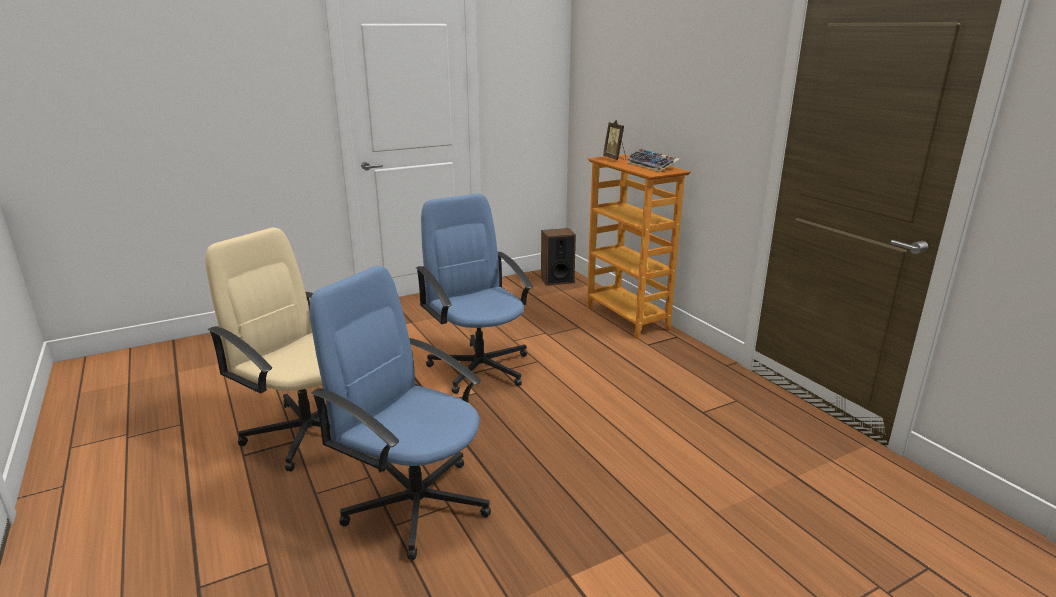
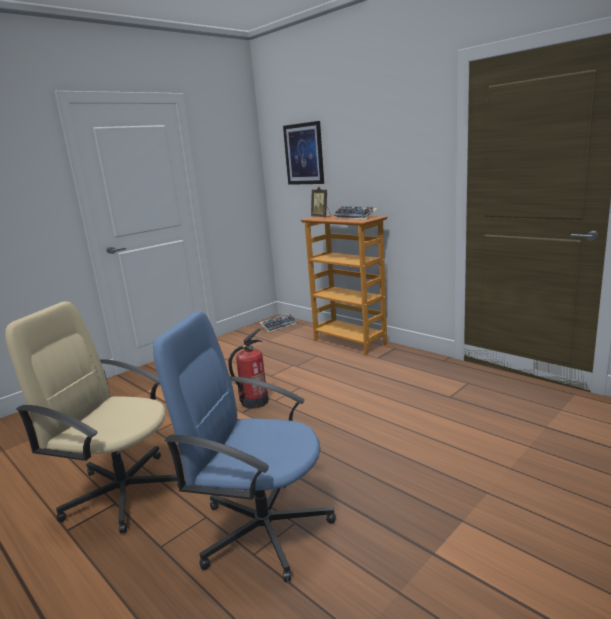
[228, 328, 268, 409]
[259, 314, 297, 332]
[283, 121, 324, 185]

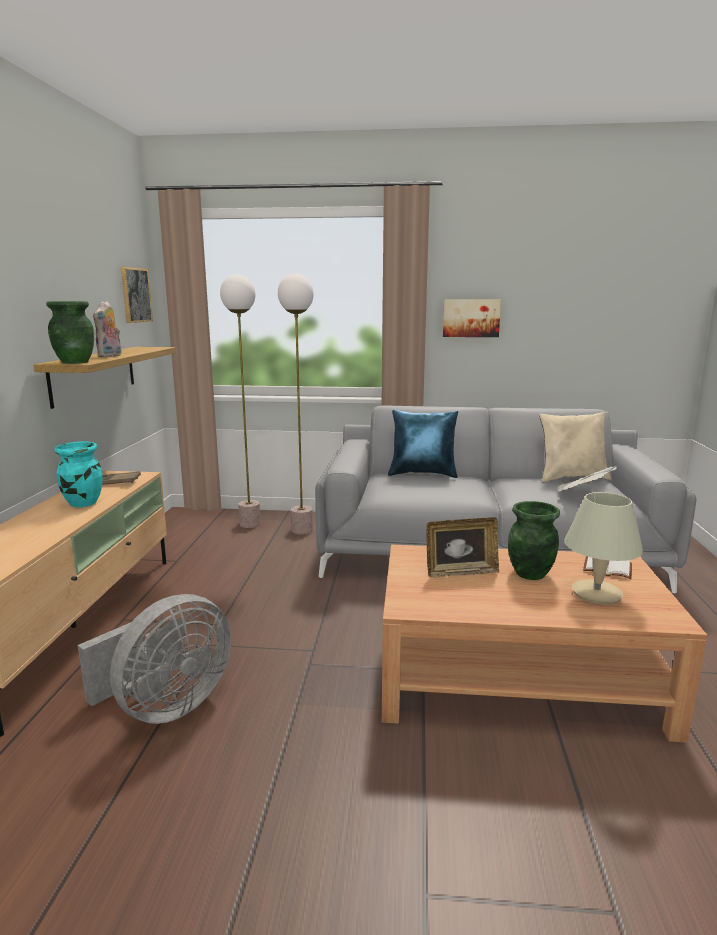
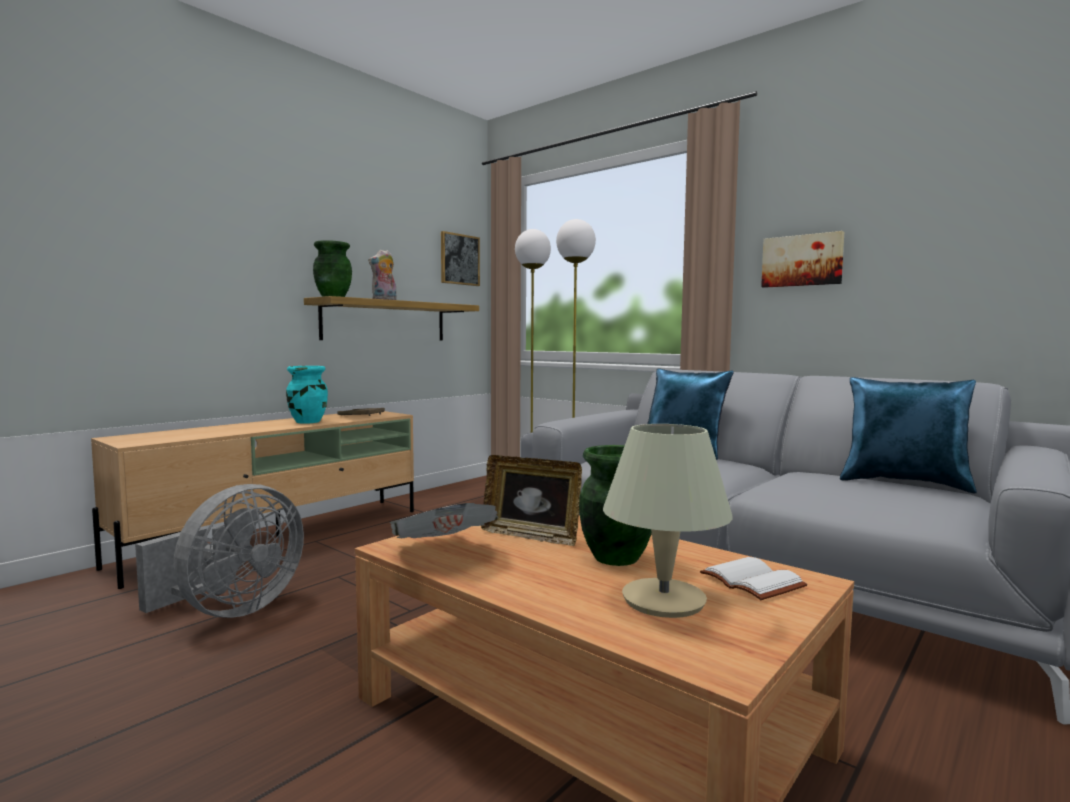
[135, 484, 304, 618]
[390, 503, 499, 538]
[840, 377, 977, 493]

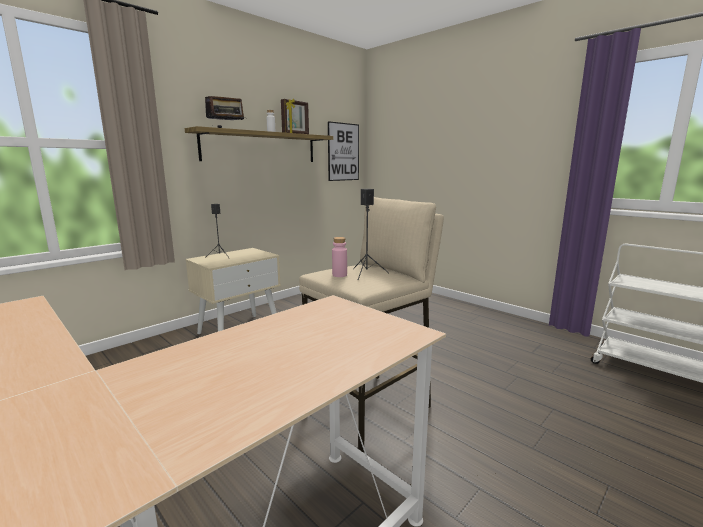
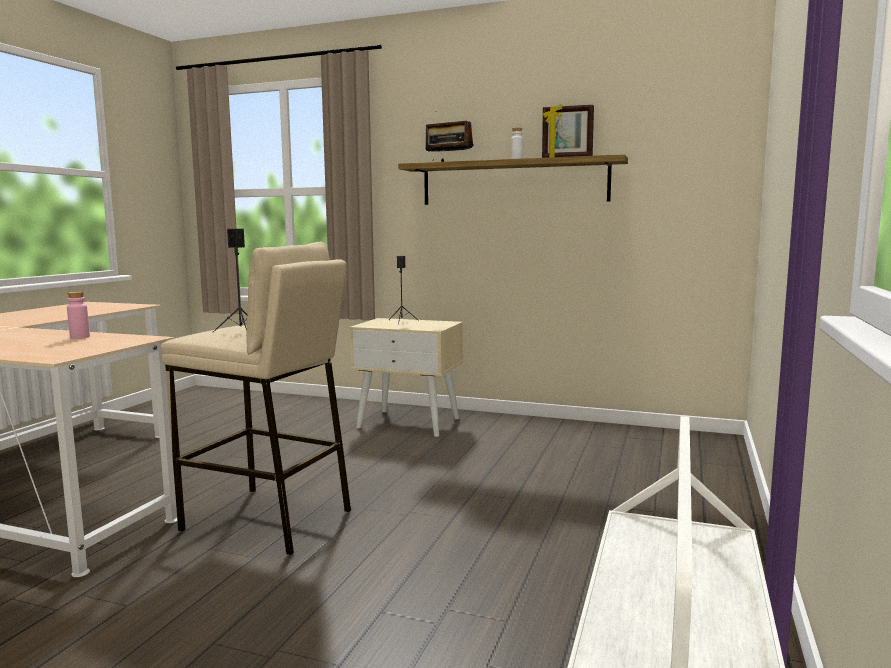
[67, 292, 90, 339]
[328, 121, 359, 181] (first image)

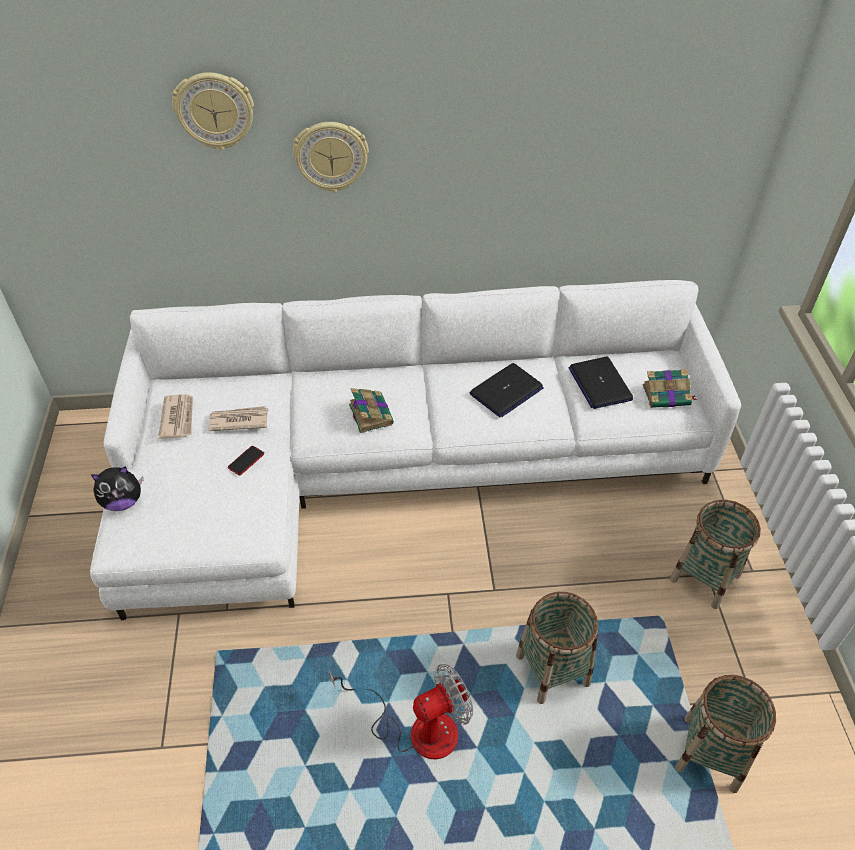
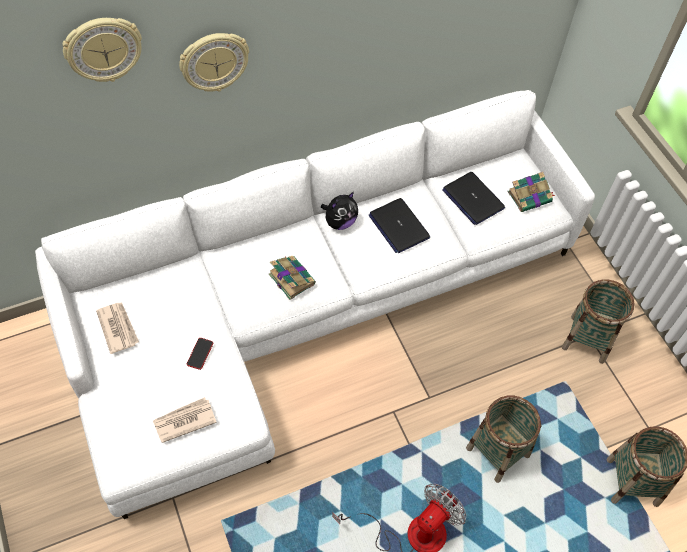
[153, 397, 217, 443]
[321, 192, 358, 230]
[369, 198, 430, 253]

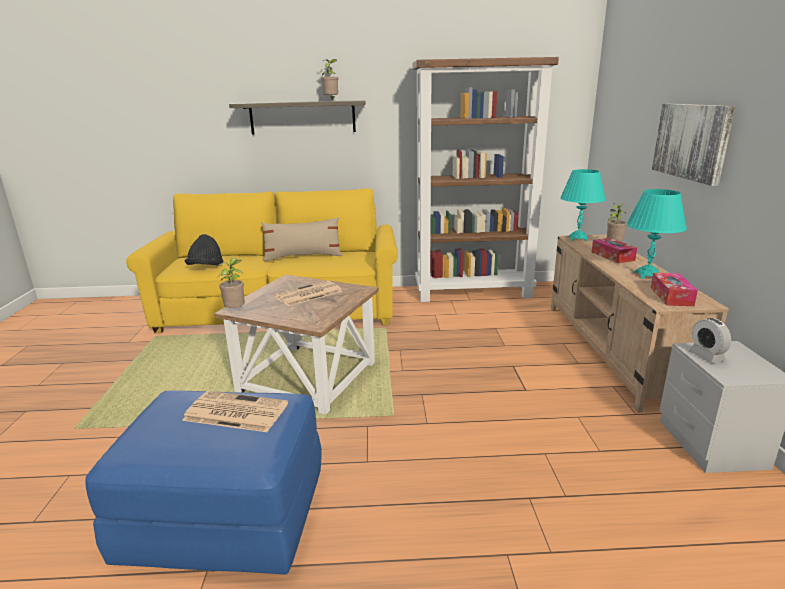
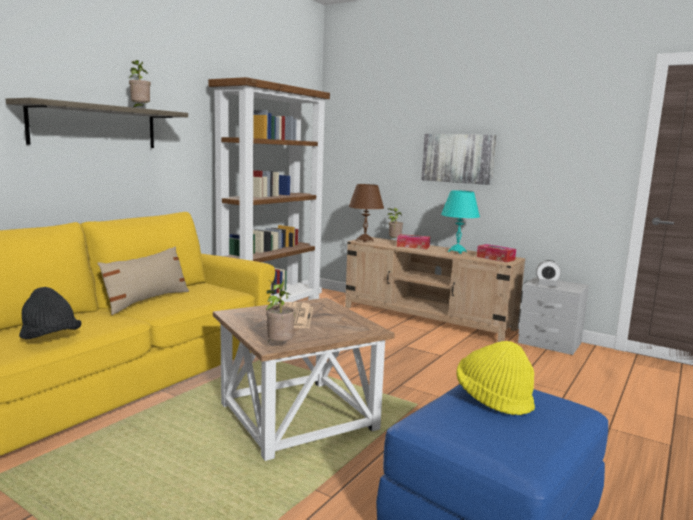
[349, 184, 384, 243]
[456, 341, 535, 415]

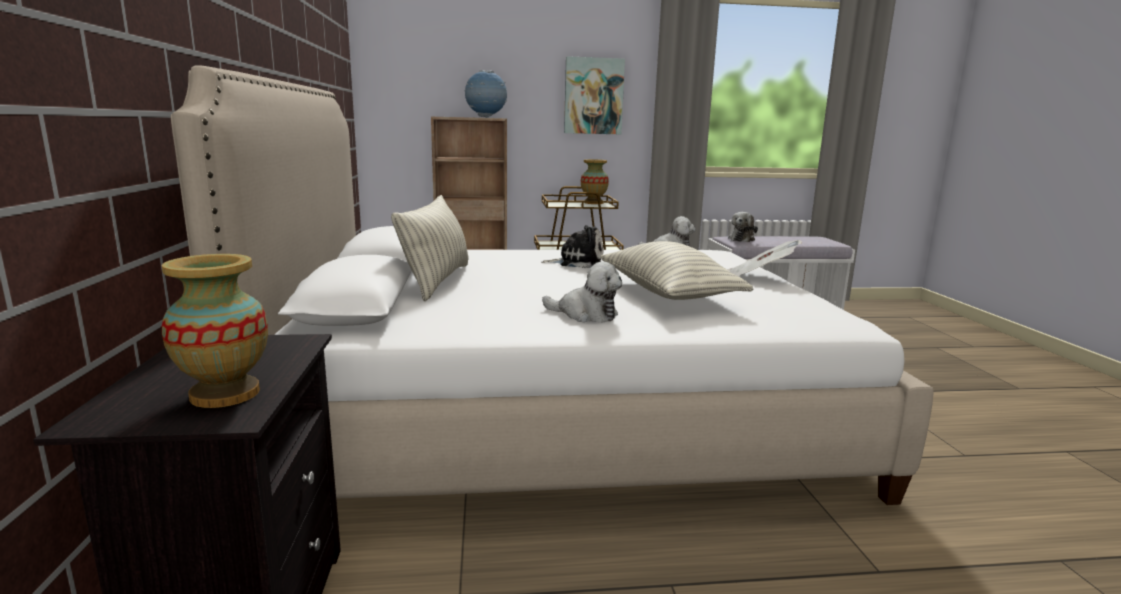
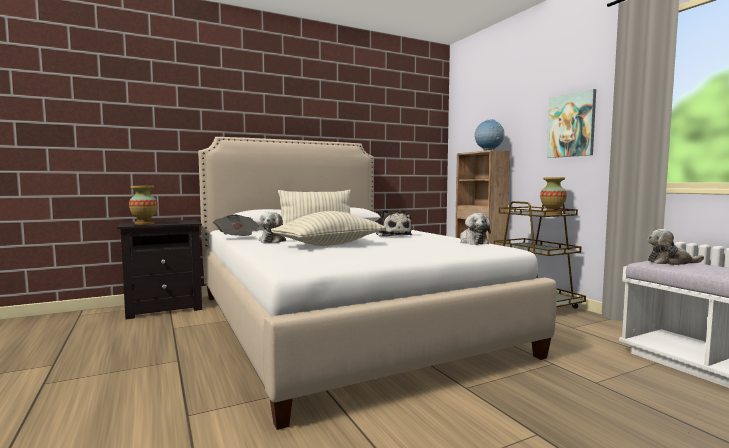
[213, 215, 259, 236]

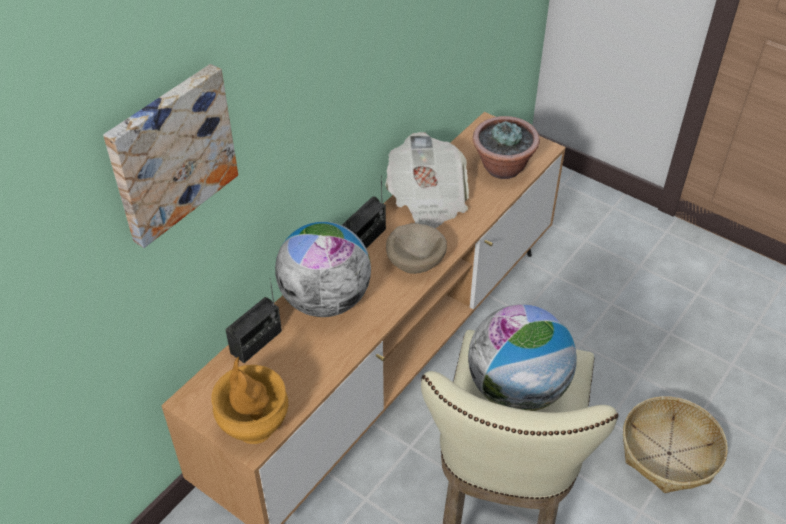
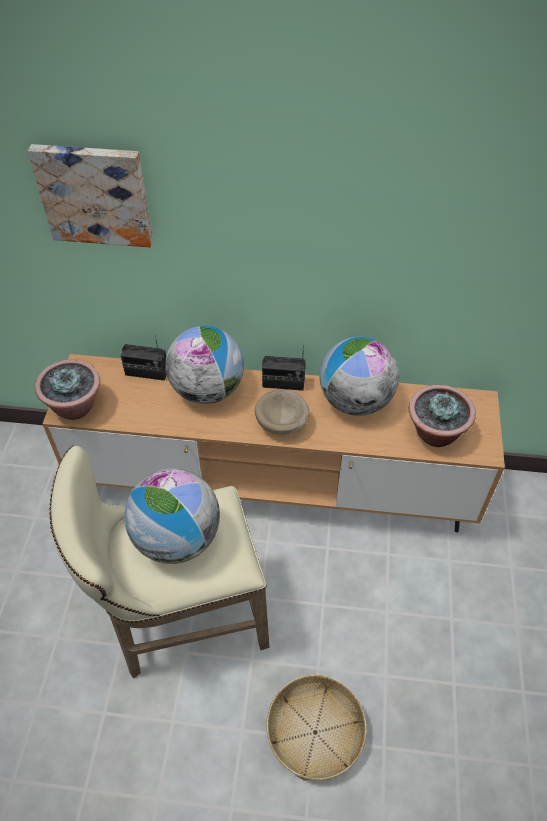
[35, 359, 100, 420]
[320, 337, 399, 416]

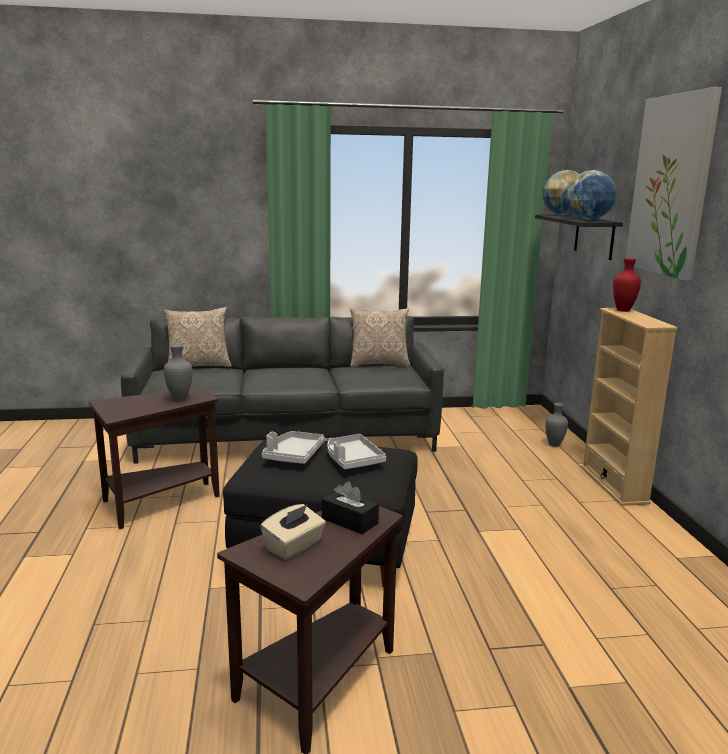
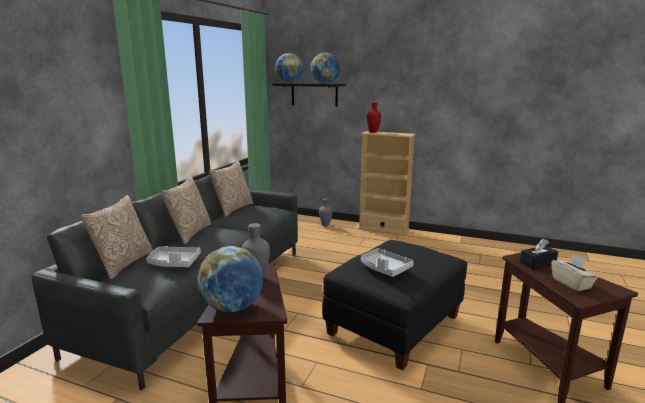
[146, 246, 201, 267]
[161, 176, 211, 245]
[197, 246, 263, 312]
[626, 87, 722, 280] (first image)

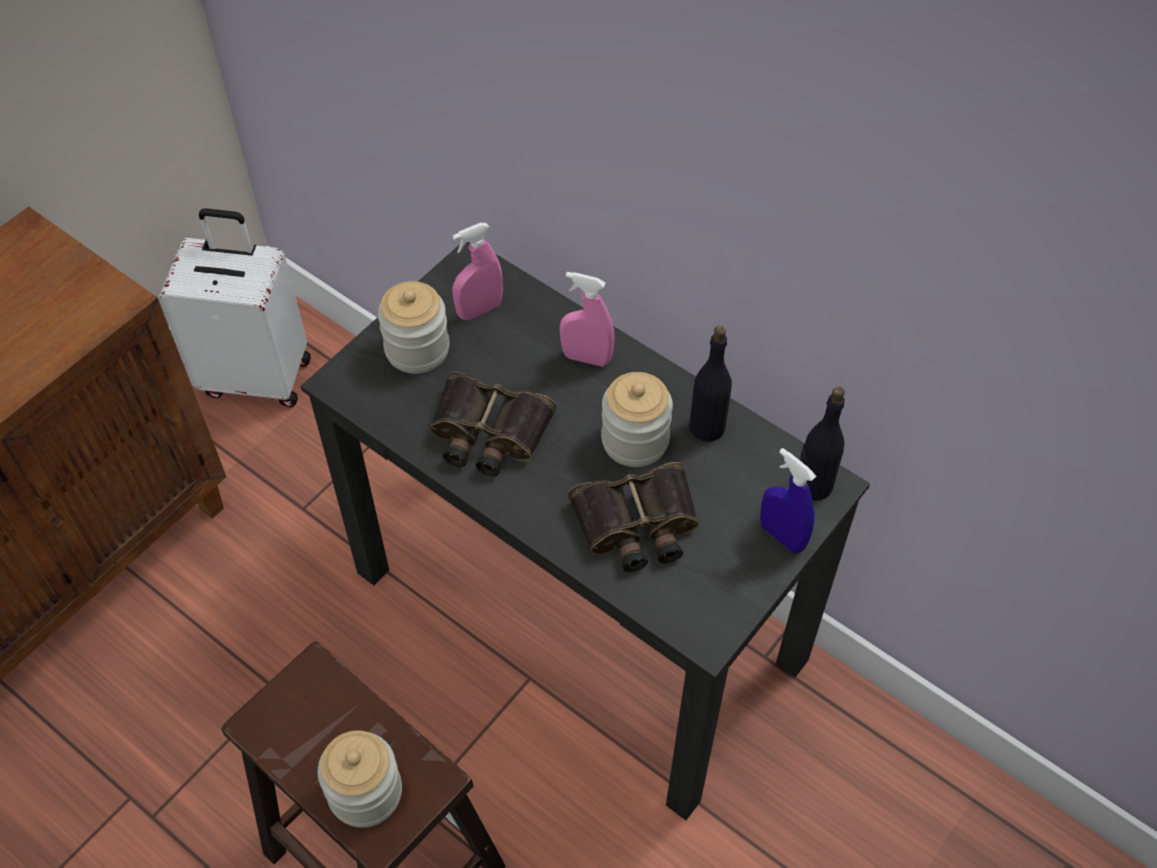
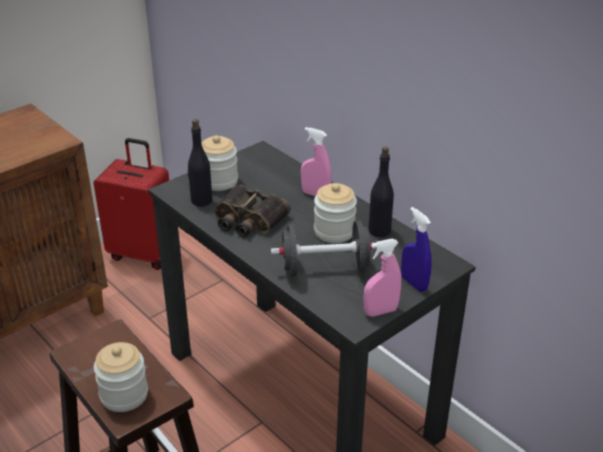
[93, 138, 169, 270]
[188, 119, 212, 207]
[271, 221, 377, 276]
[363, 239, 401, 317]

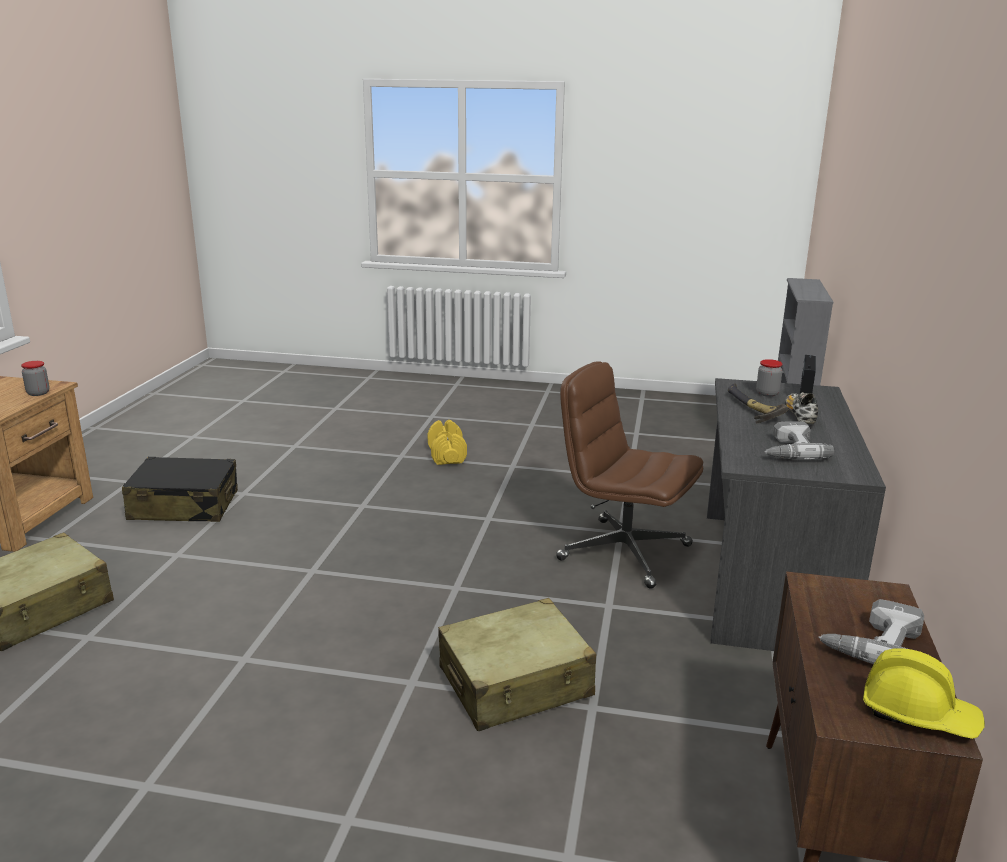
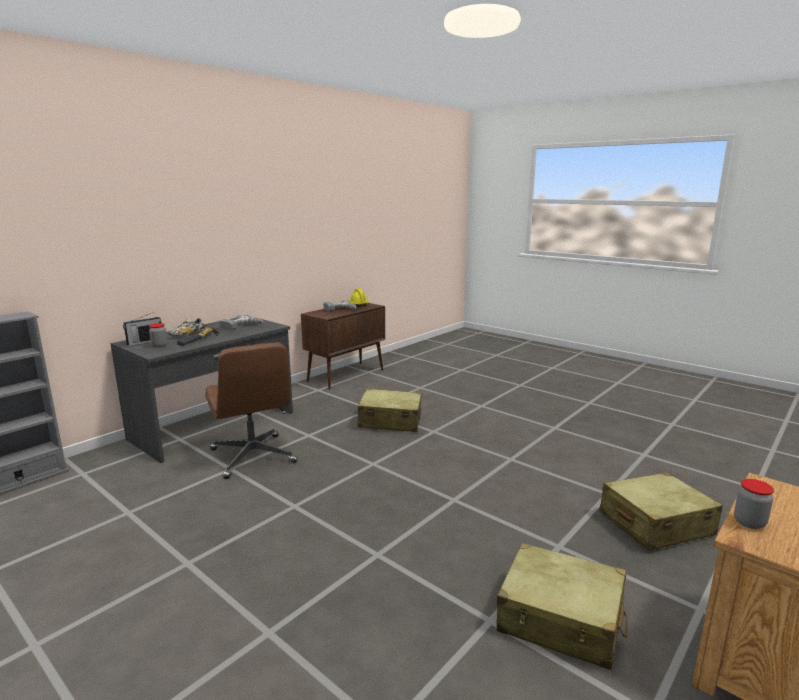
[497, 543, 628, 670]
[428, 420, 467, 465] (first image)

